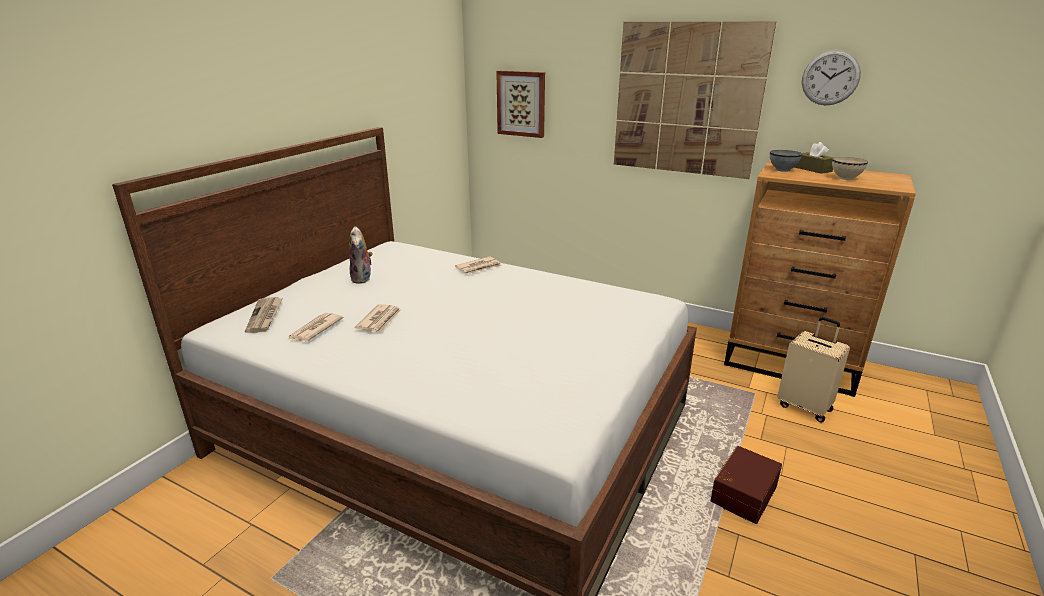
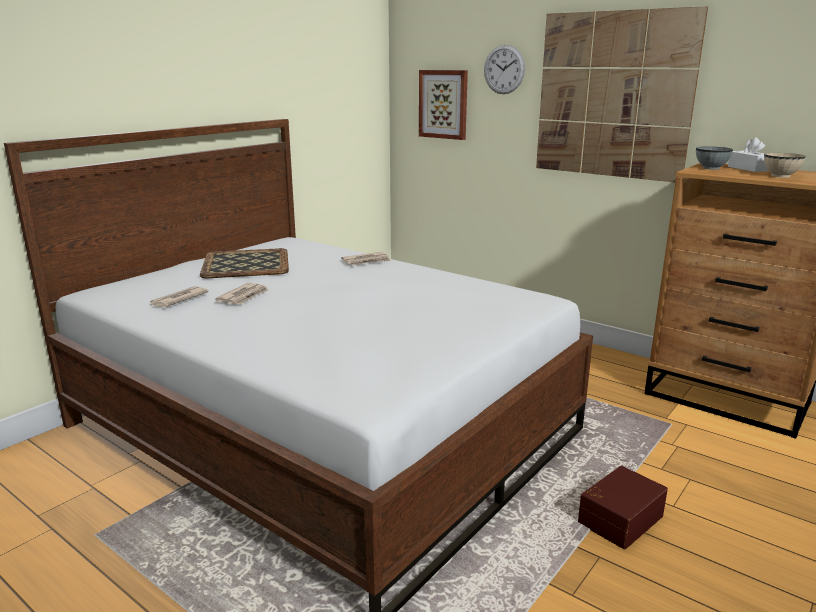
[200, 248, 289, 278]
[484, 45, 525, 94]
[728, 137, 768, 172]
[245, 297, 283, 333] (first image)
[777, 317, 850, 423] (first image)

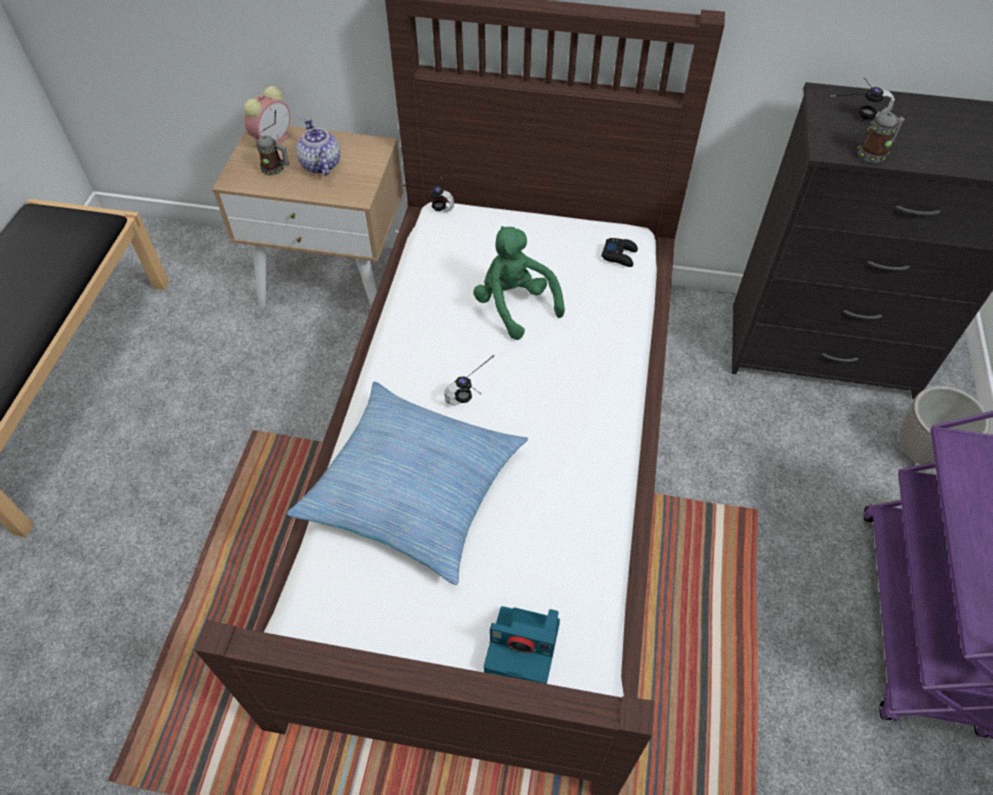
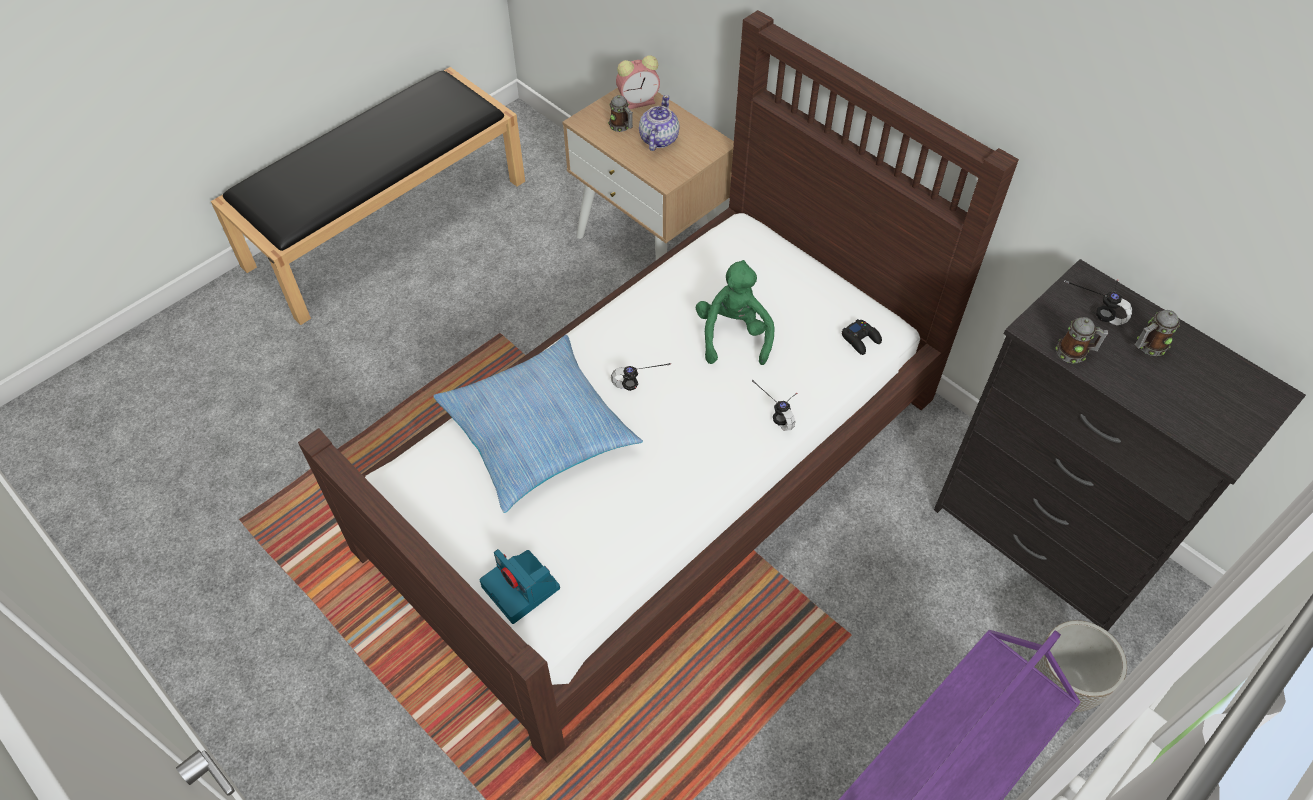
[752, 380, 797, 431]
[1135, 310, 1180, 356]

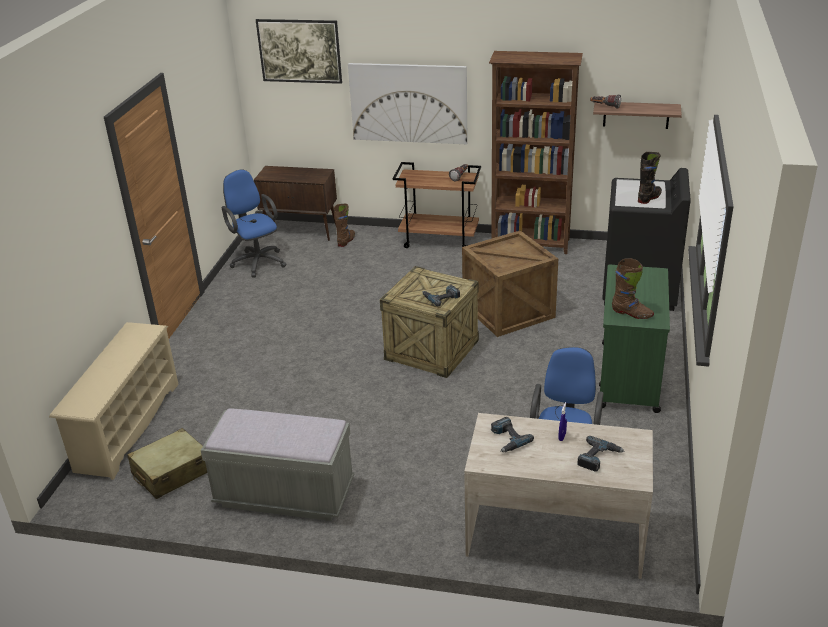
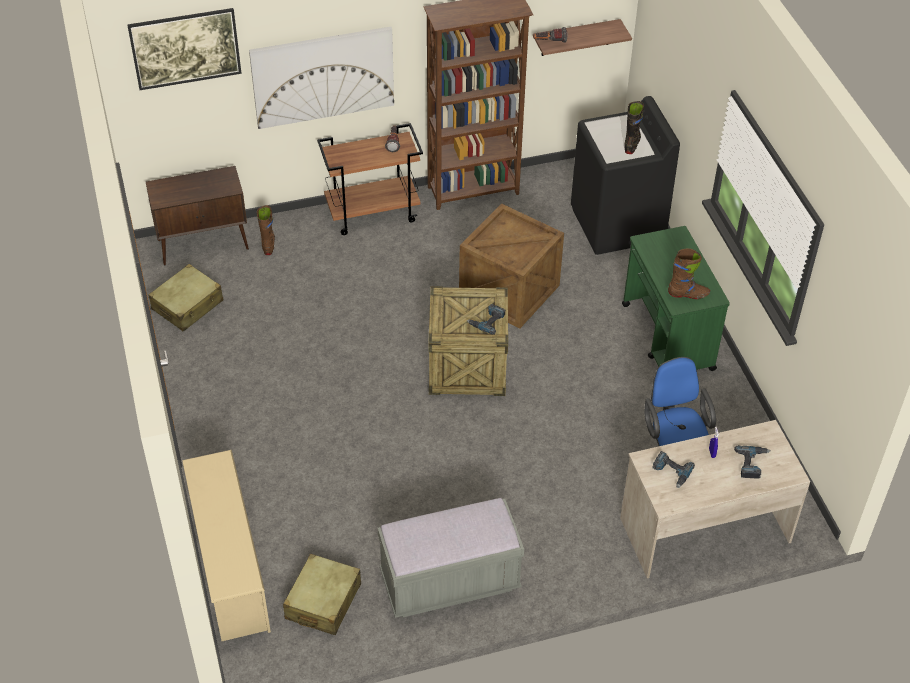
[148, 264, 223, 332]

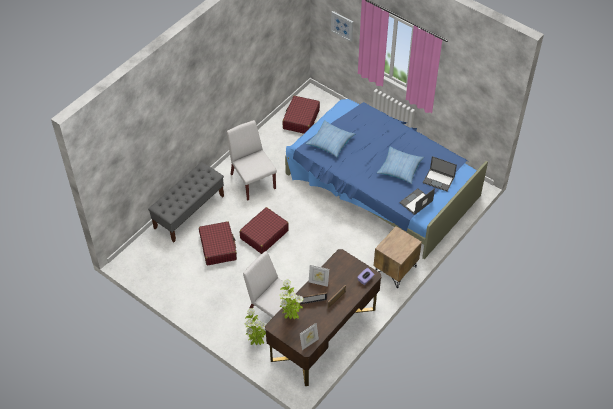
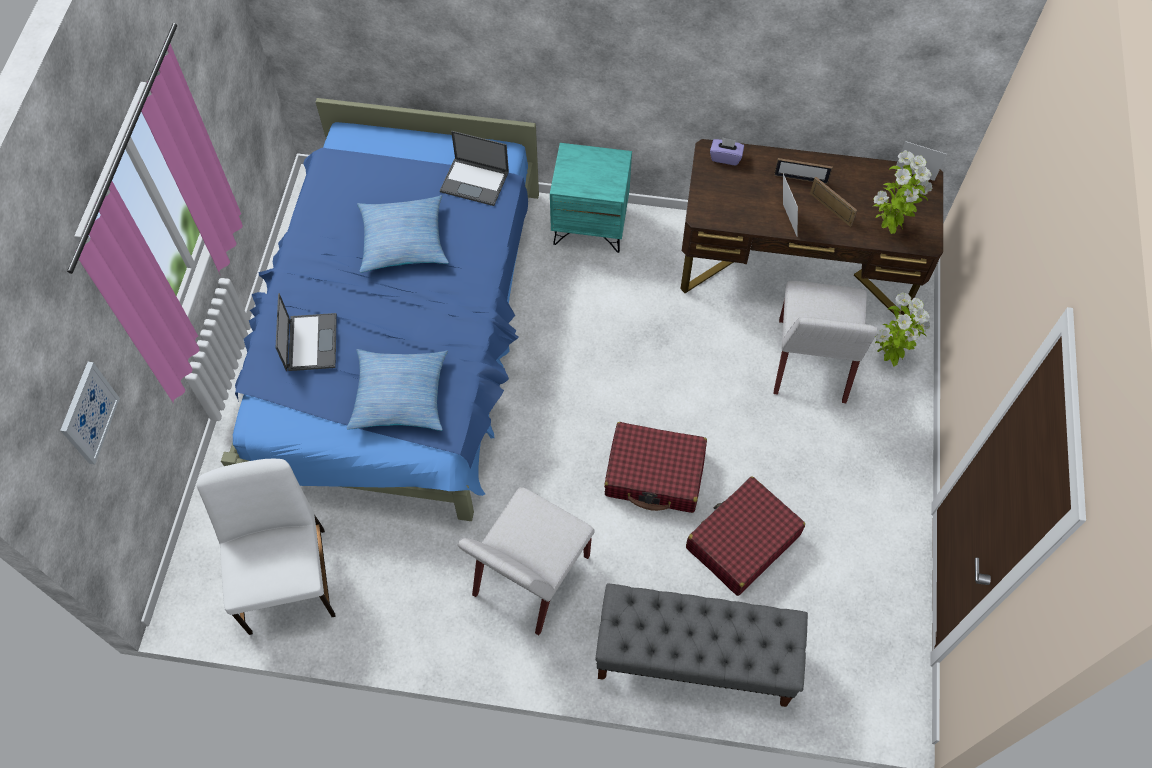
[197, 459, 336, 635]
[276, 293, 337, 371]
[550, 143, 632, 253]

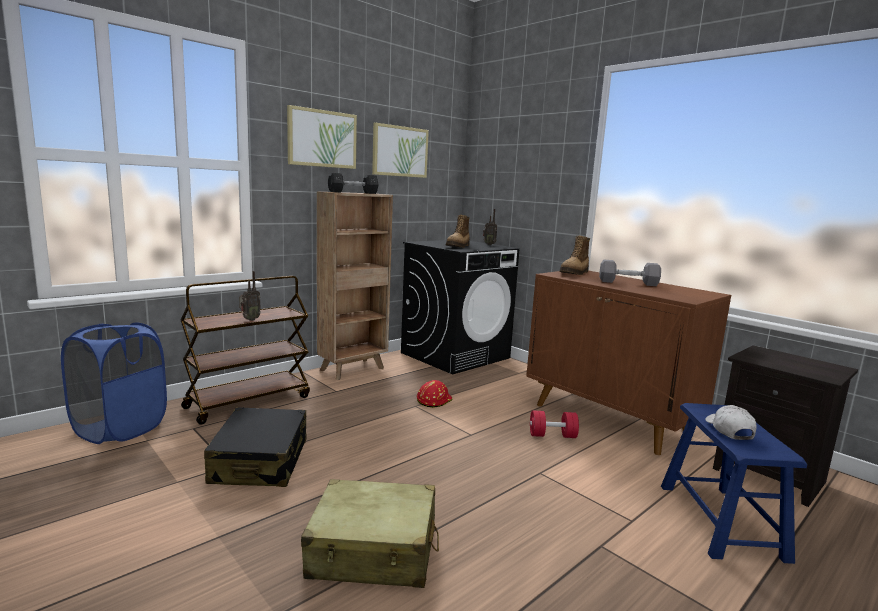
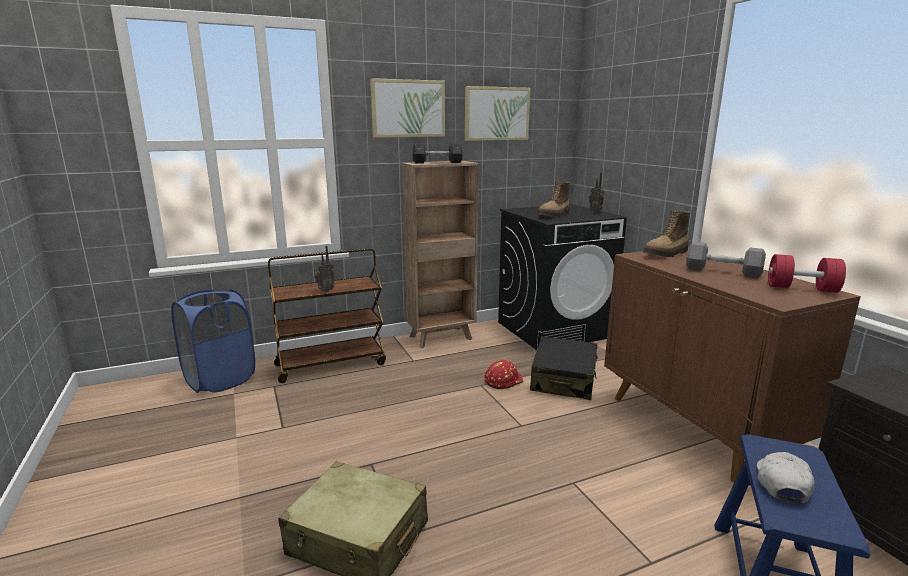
[530, 336, 598, 400]
[768, 254, 846, 293]

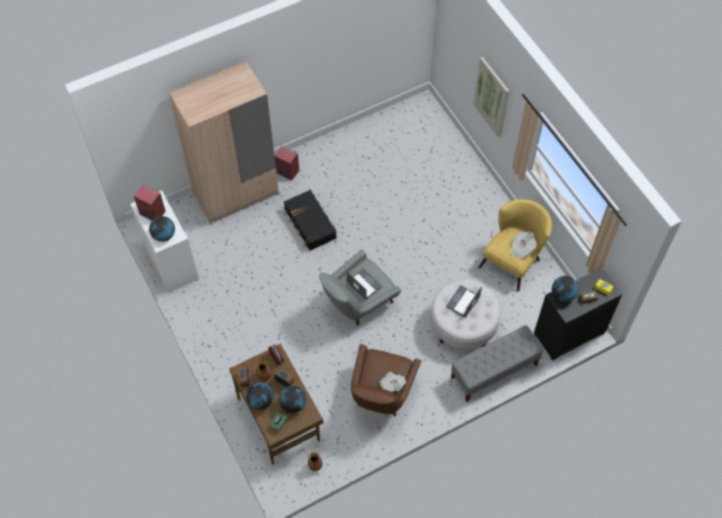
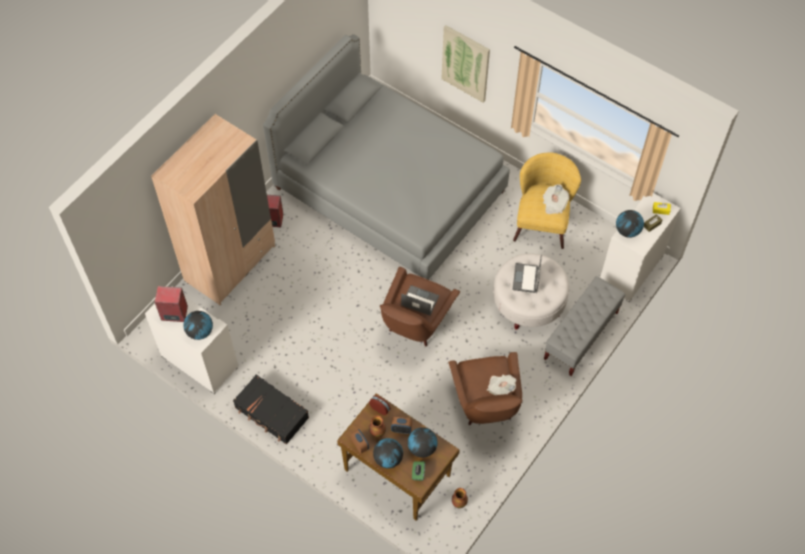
[233, 374, 309, 444]
[263, 34, 510, 280]
[380, 267, 460, 346]
[600, 193, 681, 302]

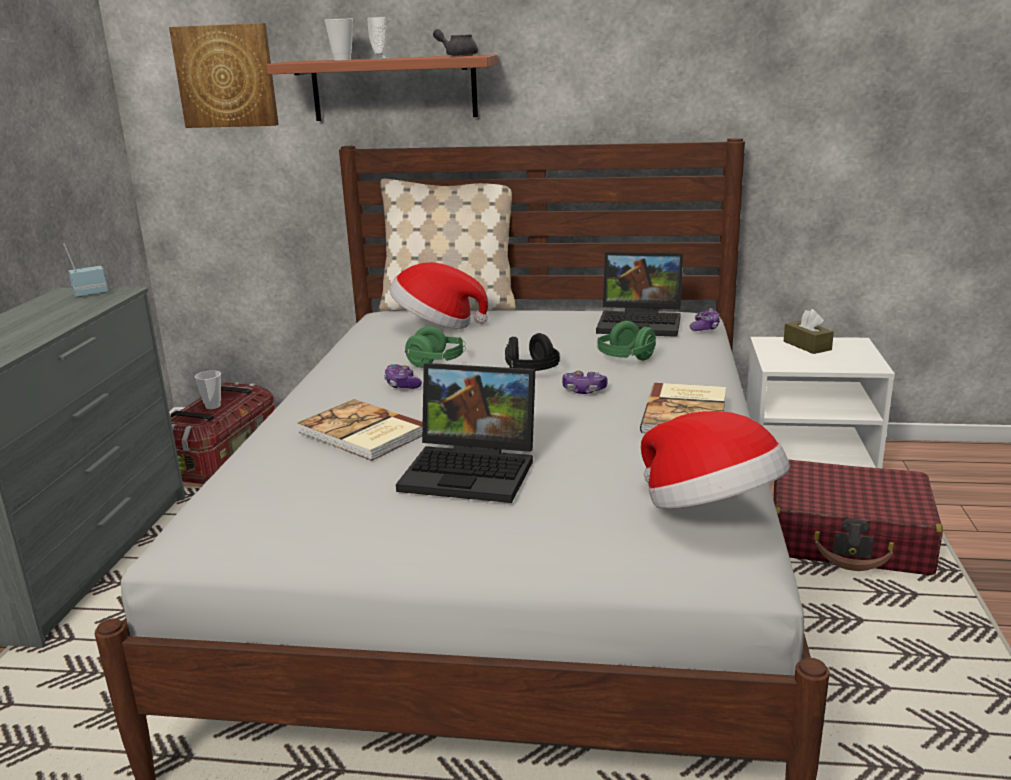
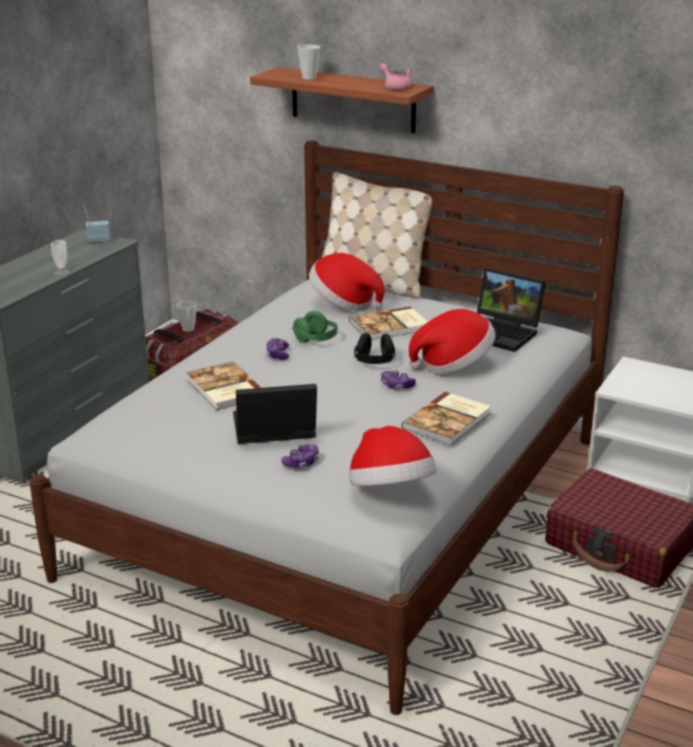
[51, 240, 70, 275]
[233, 384, 317, 444]
[281, 444, 319, 468]
[349, 306, 428, 340]
[379, 63, 411, 91]
[409, 309, 496, 374]
[169, 23, 279, 128] (first image)
[784, 309, 834, 354] (first image)

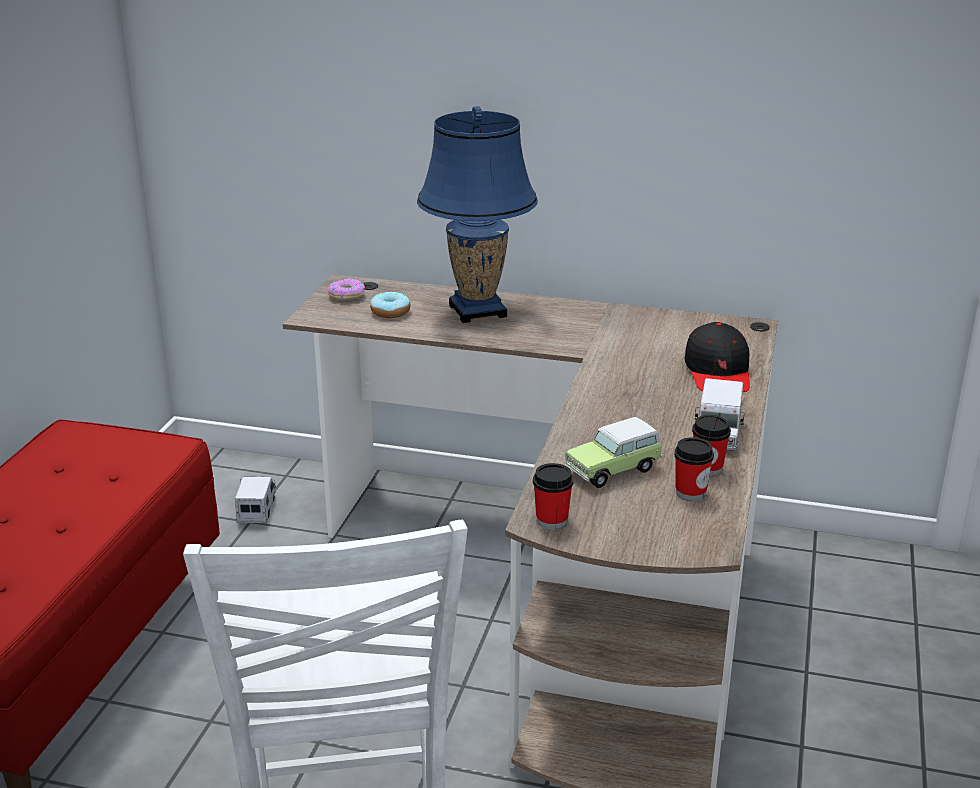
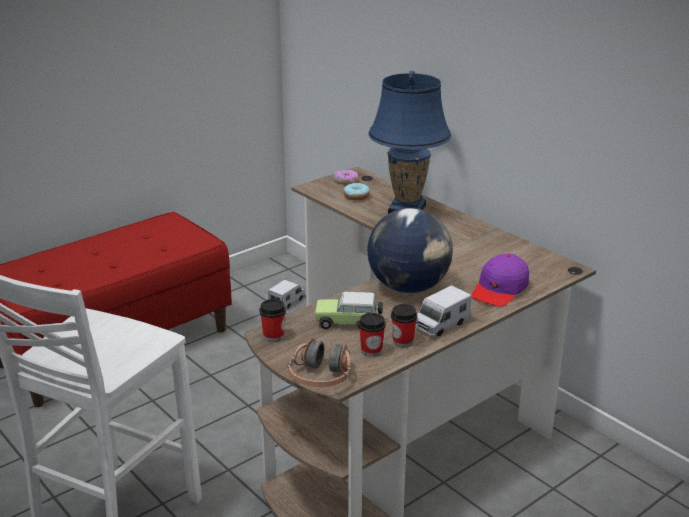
[288, 339, 351, 387]
[367, 208, 453, 293]
[471, 254, 529, 307]

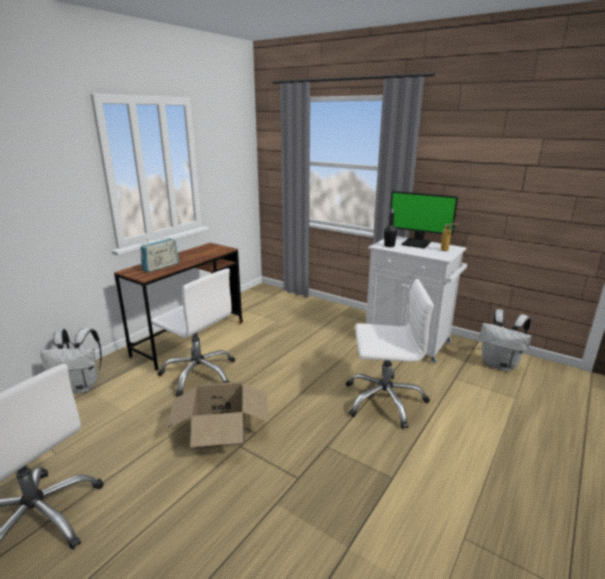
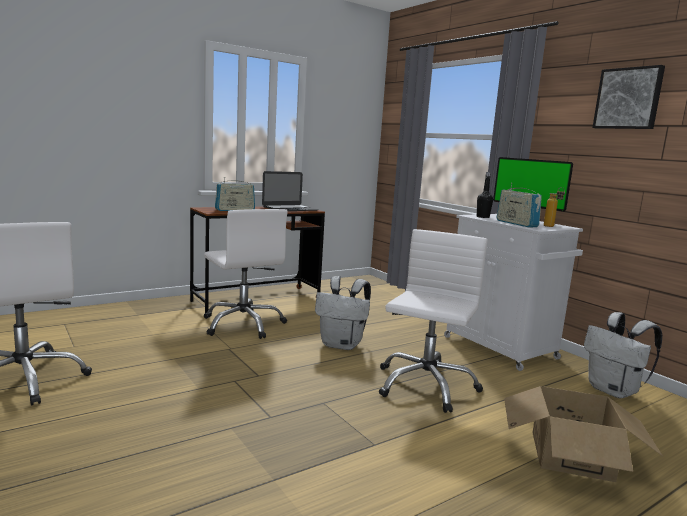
[262, 171, 319, 211]
[315, 276, 371, 350]
[379, 229, 488, 413]
[496, 183, 542, 227]
[504, 386, 663, 482]
[592, 65, 665, 129]

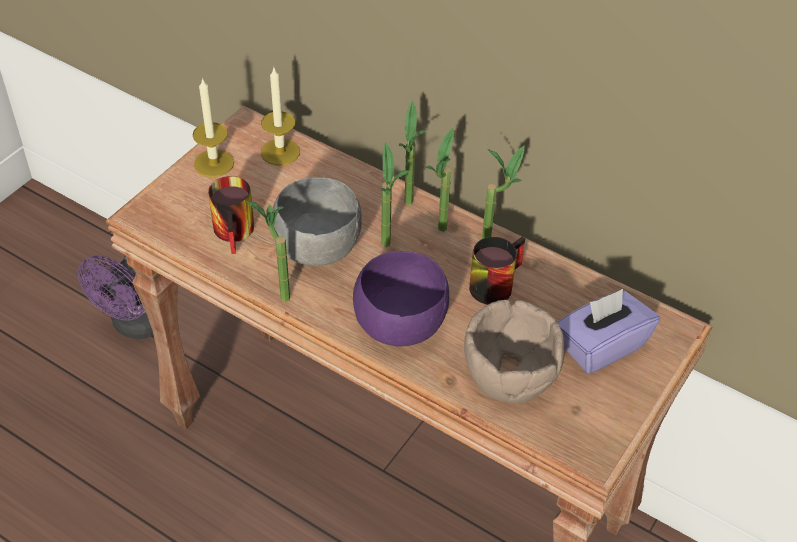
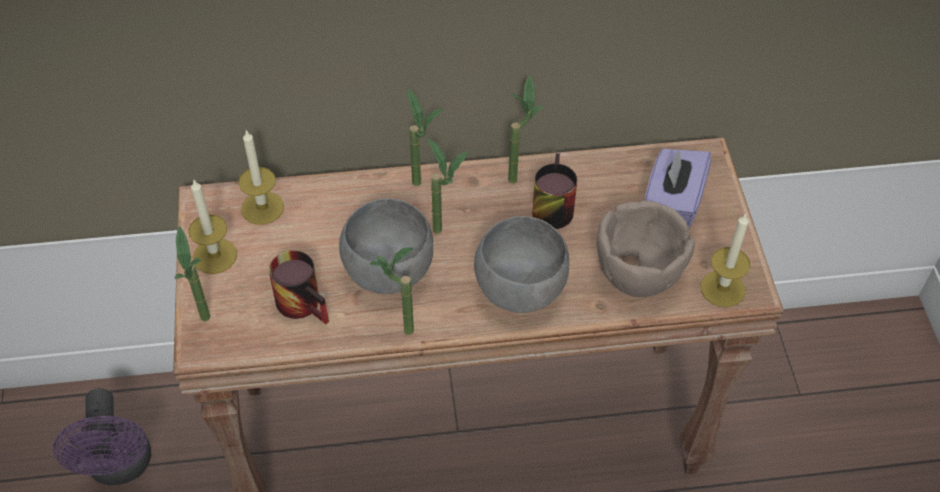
[175, 226, 211, 322]
[474, 216, 569, 313]
[701, 213, 750, 307]

